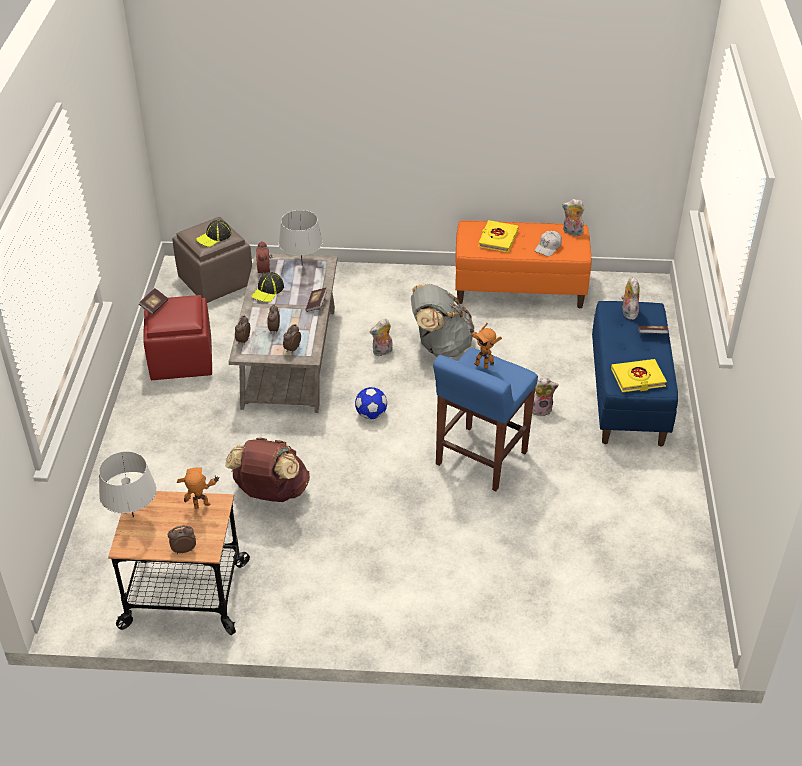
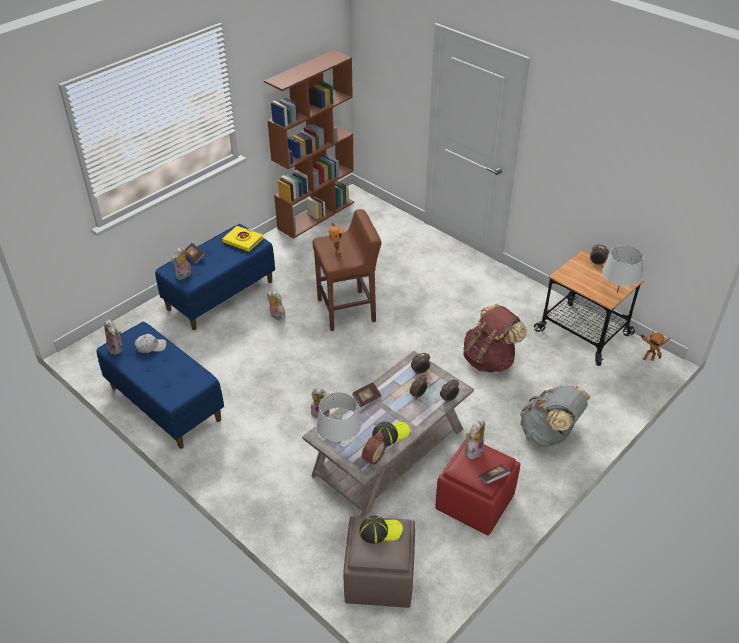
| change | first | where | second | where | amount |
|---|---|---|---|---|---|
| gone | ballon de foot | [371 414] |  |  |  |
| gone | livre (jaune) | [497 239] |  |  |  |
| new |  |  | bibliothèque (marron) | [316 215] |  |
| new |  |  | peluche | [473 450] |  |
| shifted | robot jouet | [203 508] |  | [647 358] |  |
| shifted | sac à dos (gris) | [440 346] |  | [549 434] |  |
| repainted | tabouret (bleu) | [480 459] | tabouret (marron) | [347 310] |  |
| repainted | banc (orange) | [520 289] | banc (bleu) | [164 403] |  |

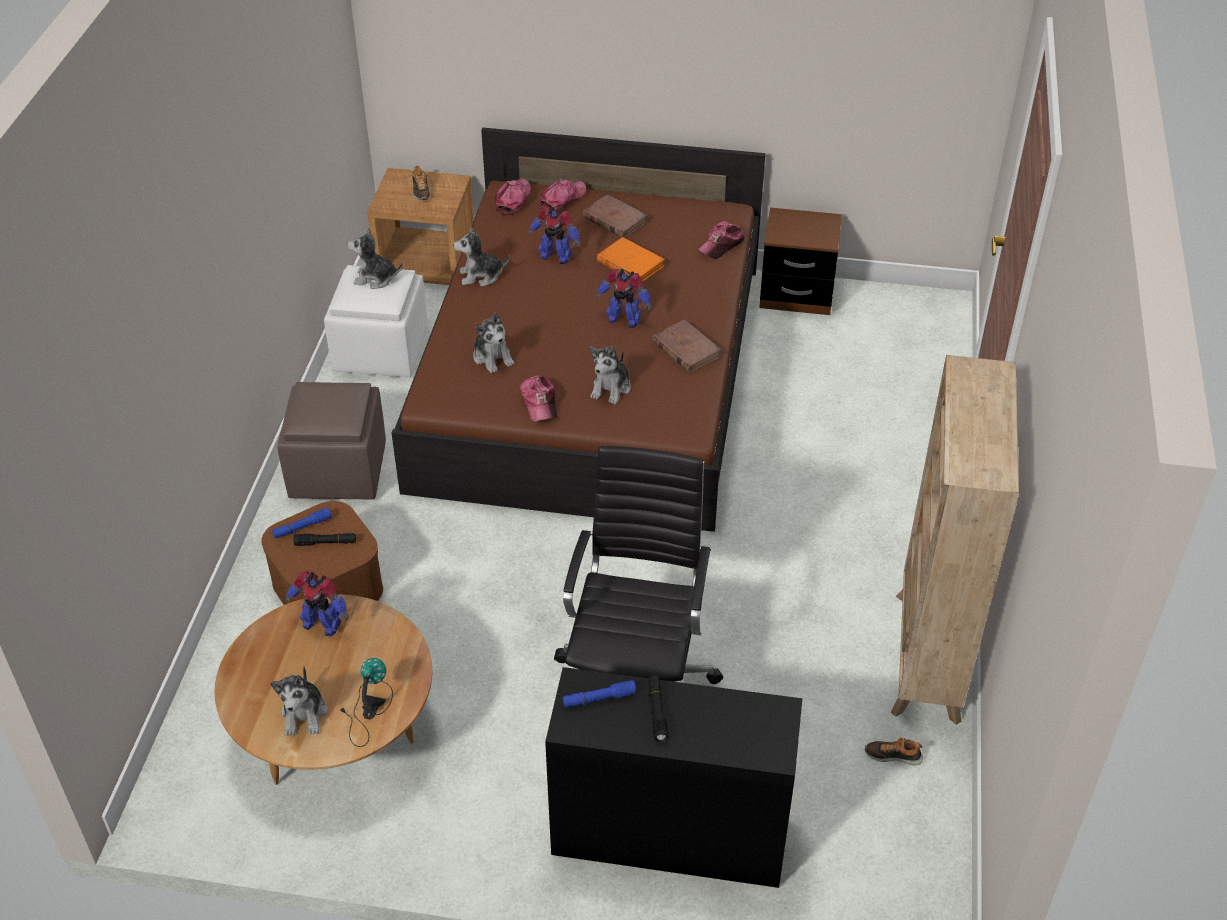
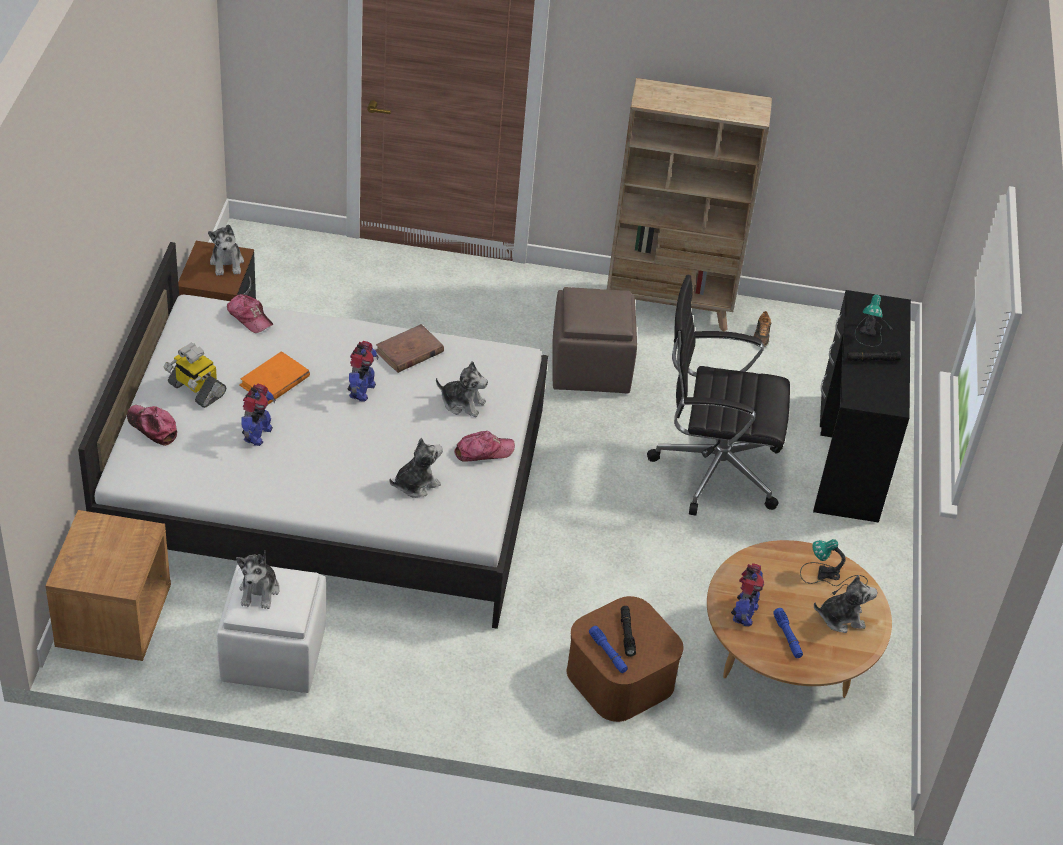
| change | first | where | second | where | amount |
|---|---|---|---|---|---|
| gone | chaussure | [420 191] |  |  |  |
| gone | casquette | [513 200] |  |  |  |
| new |  |  | lampe de table | [871 327] |  |
| shifted | pouf (marron) | [337 470] |  | [589 368] |  |
| shifted | peluche | [481 276] |  | [227 263] |  |
| shifted | lampe de poche (bleu) | [599 698] |  | [787 637] |  |
| swapped | livre (marron) | [614 219] | robot jouet | [196 389] |  |
| repainted | lit (marron) | [590 375] | lit (blanc) | [327 483] |  |

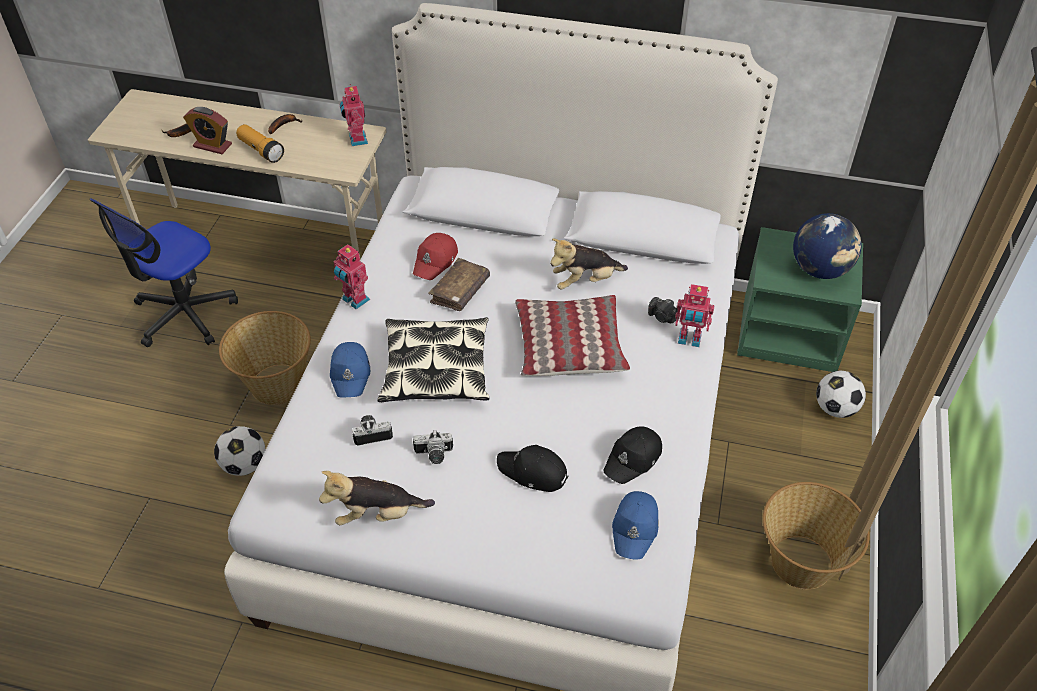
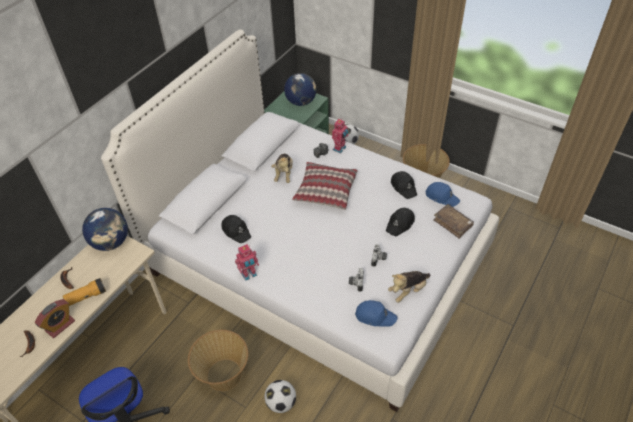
| change | first | where | second | where | amount |
|---|---|---|---|---|---|
| gone | coussin | [436 369] |  |  |  |
| shifted | casquette (bleu) | [351 373] |  | [375 316] |  |
| shifted | livre (marron) | [460 291] |  | [452 224] |  |
| swapped | robot jouet | [356 139] | globe | [111 242] |  |
| repainted | casquette (rouge) | [436 261] | casquette (noir) | [236 231] |  |
| rotated | peluche | [377 514] |  | [408 290] | 45 degrees clockwise |

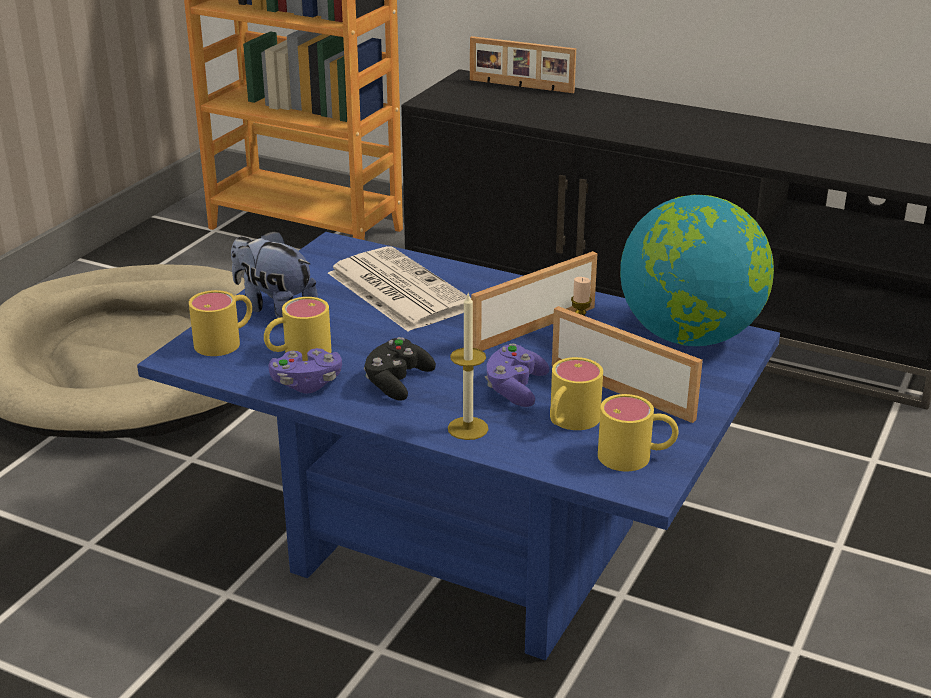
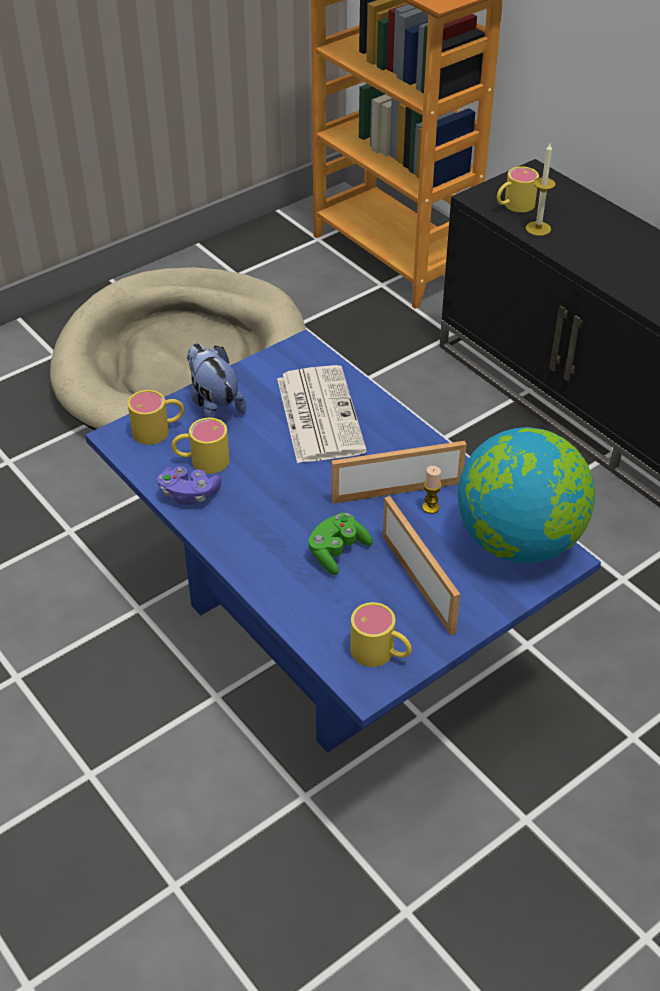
| change | first | where | second | where | amount |
|---|---|---|---|---|---|
| gone | manette (noir) | [397 382] |  |  |  |
| gone | cadre photo | [520 86] |  |  |  |
| shifted | bougie | [468 428] |  | [538 228] |  |
| shifted | mug (jaune) | [569 422] |  | [513 206] |  |
| repainted | manette (violet) | [515 389] | manette (vert) | [337 552] |  |

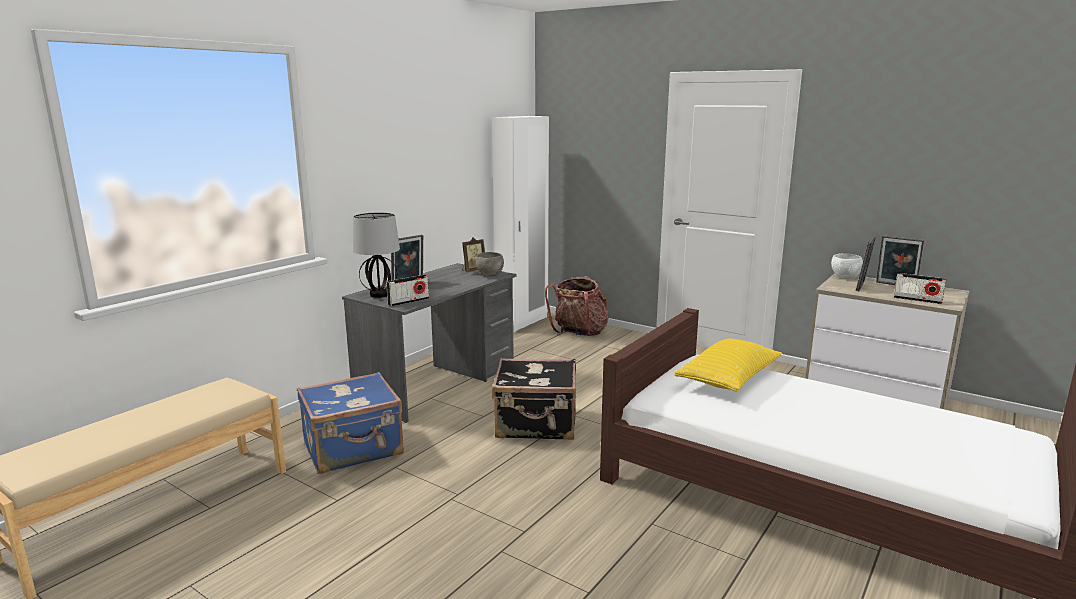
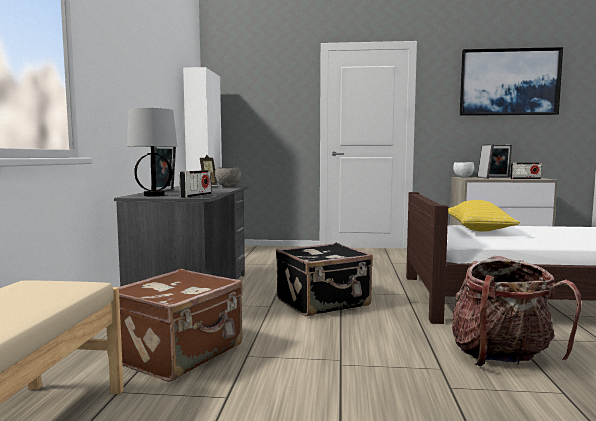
| change | first | where | second | where | amount |
|---|---|---|---|---|---|
| new |  |  | tableau | [509 82] |  |
| shifted | sac à dos | [579 333] |  | [502 358] |  |
| repainted | valise (bleu) | [354 449] | valise (marron) | [179 353] |  |

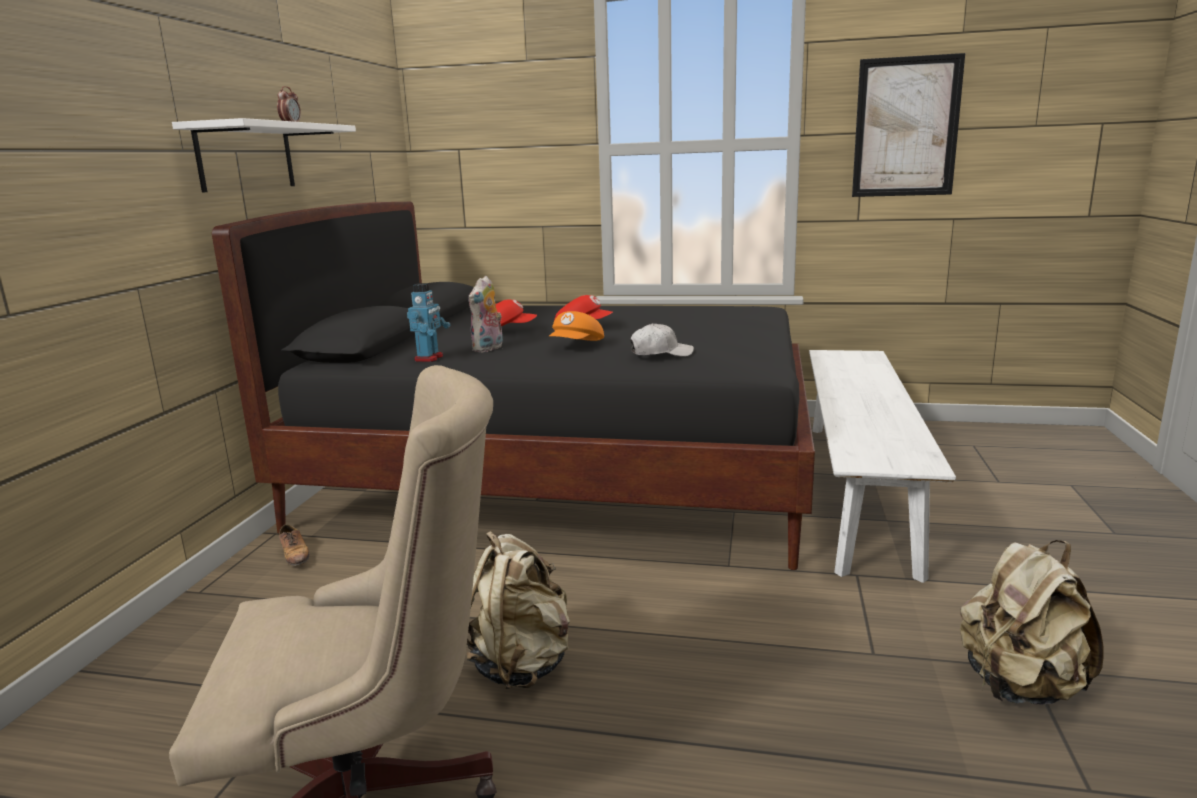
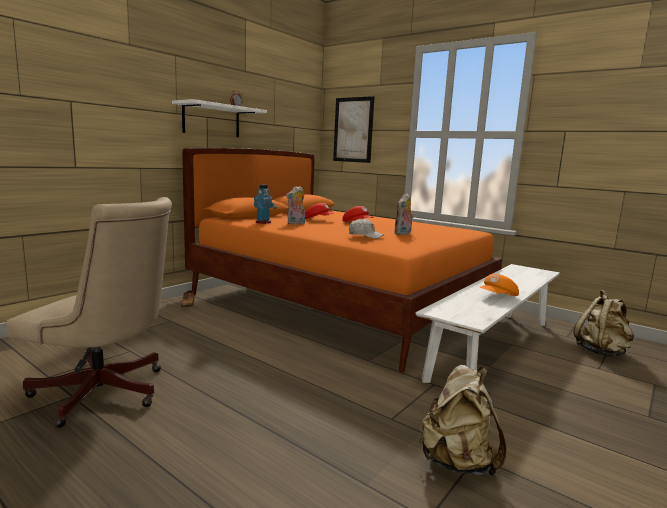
| change | first | where | second | where | amount |
|---|---|---|---|---|---|
| new |  |  | peluche | [403 234] |  |
| shifted | sac à dos (beige) | [522 664] |  | [601 352] |  |
| shifted | casquette (orange) | [577 346] |  | [498 297] |  |
| shifted | tableau | [906 127] |  | [353 130] |  |
| repainted | lit (noir) | [566 474] | lit (orange) | [339 303] |  |

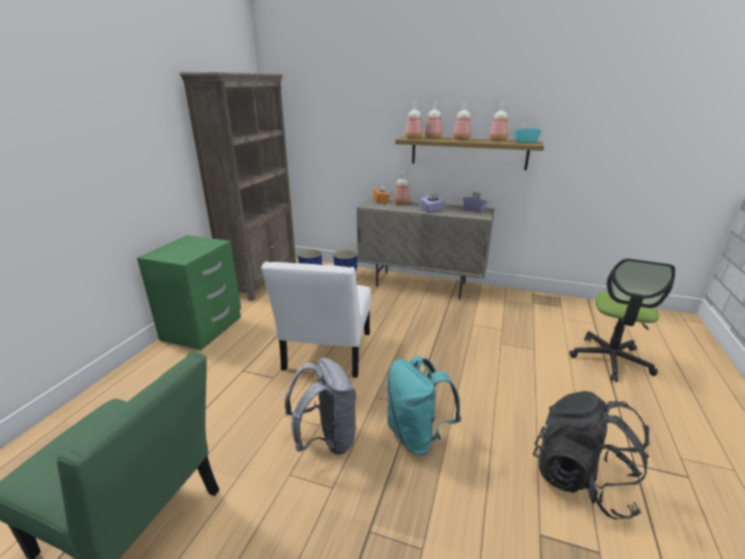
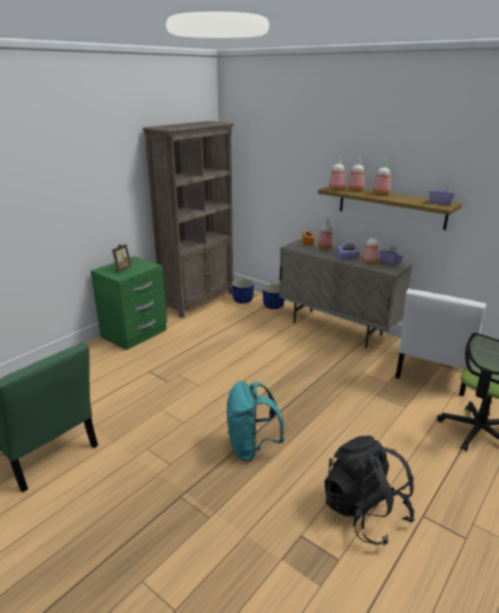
| change | first | where | second | where | amount |
|---|---|---|---|---|---|
| gone | sac à dos (gris) | [326 439] |  |  |  |
| new |  |  | cadre photo | [121 269] |  |
| shifted | chaise (blanc) | [326 354] |  | [432 373] |  |
| shifted | bouteille | [498 140] |  | [370 263] |  |
| repainted | boîte à mouchoirs (turquoise) | [525 141] | boîte à mouchoirs (violet) | [440 203] |  |

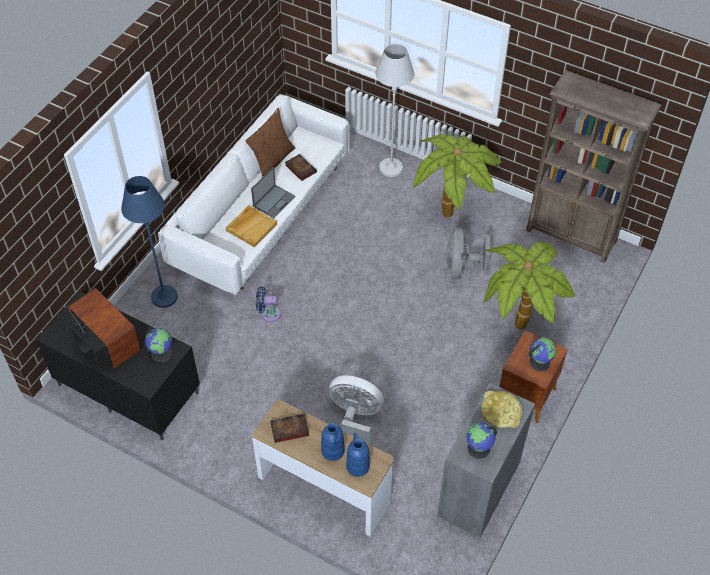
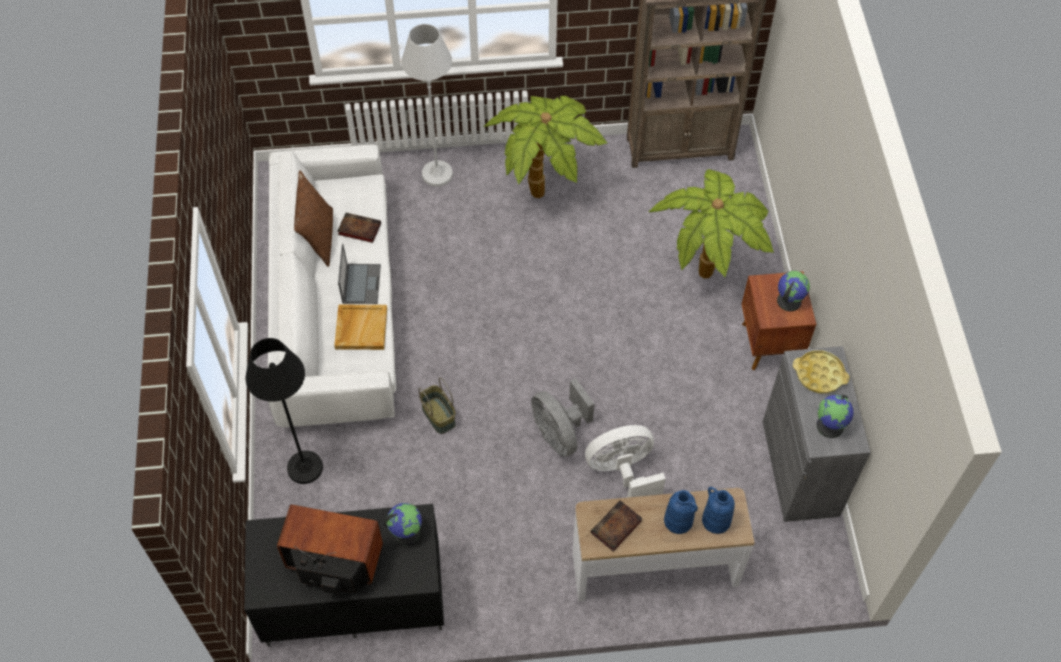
| change | first | where | second | where | amount |
|---|---|---|---|---|---|
| shifted | ventilateur (gris) | [461 268] |  | [559 434] |  |
| swapped | ventilateur (bleu) | [268 313] | panier | [439 415] |  |
| repainted | lampadaire (bleu) | [164 297] | lampadaire (noir) | [305 467] |  |

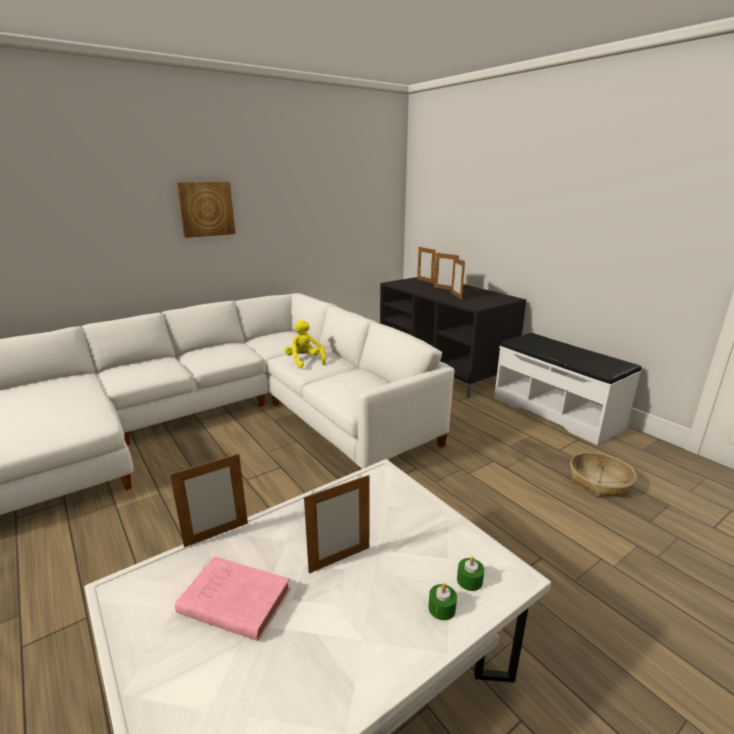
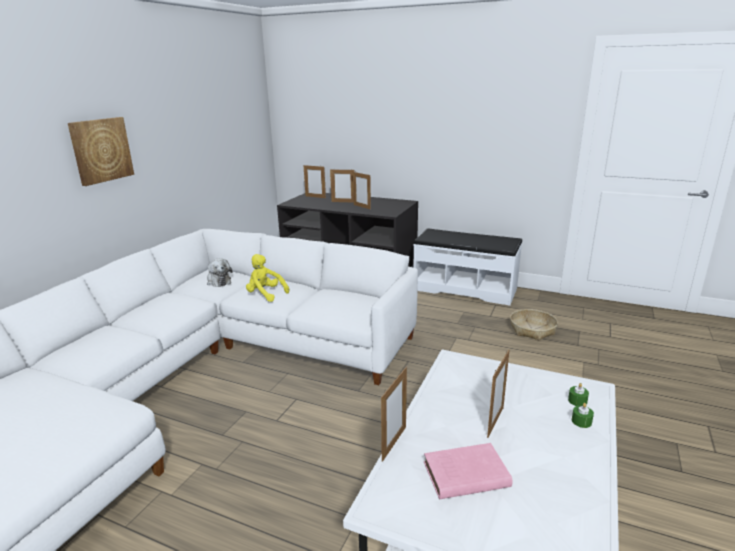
| change | first | where | second | where | amount |
|---|---|---|---|---|---|
| new |  |  | peluche | [218 281] |  |

